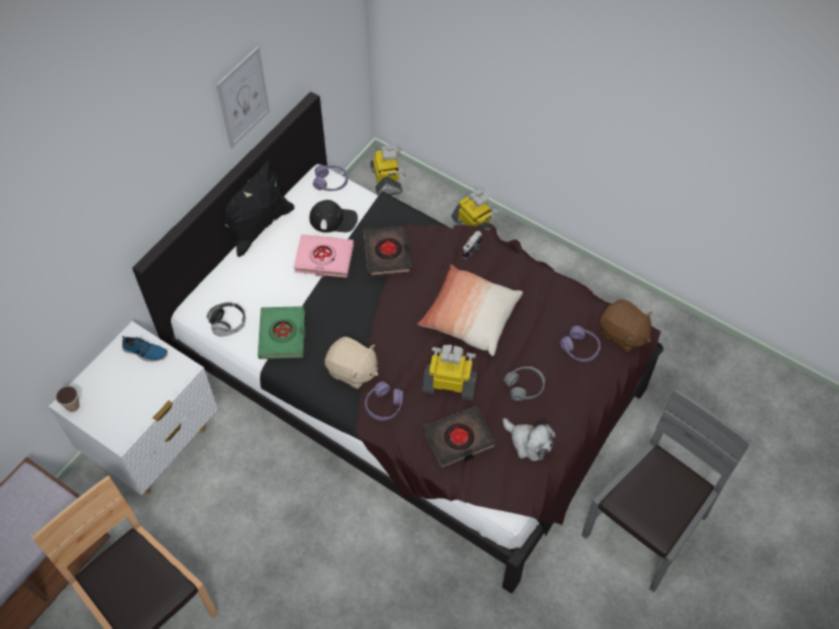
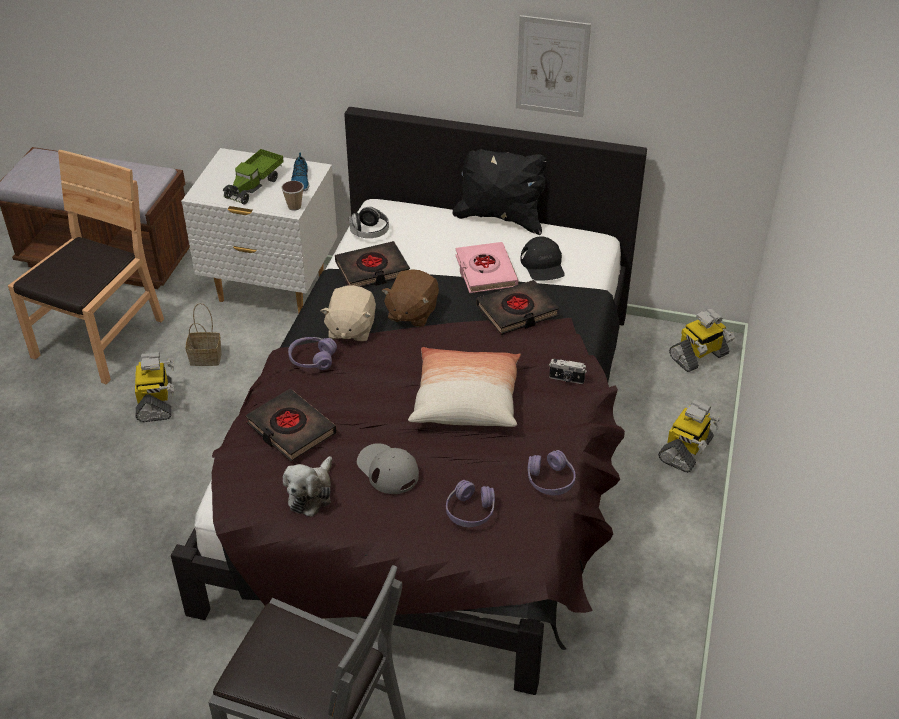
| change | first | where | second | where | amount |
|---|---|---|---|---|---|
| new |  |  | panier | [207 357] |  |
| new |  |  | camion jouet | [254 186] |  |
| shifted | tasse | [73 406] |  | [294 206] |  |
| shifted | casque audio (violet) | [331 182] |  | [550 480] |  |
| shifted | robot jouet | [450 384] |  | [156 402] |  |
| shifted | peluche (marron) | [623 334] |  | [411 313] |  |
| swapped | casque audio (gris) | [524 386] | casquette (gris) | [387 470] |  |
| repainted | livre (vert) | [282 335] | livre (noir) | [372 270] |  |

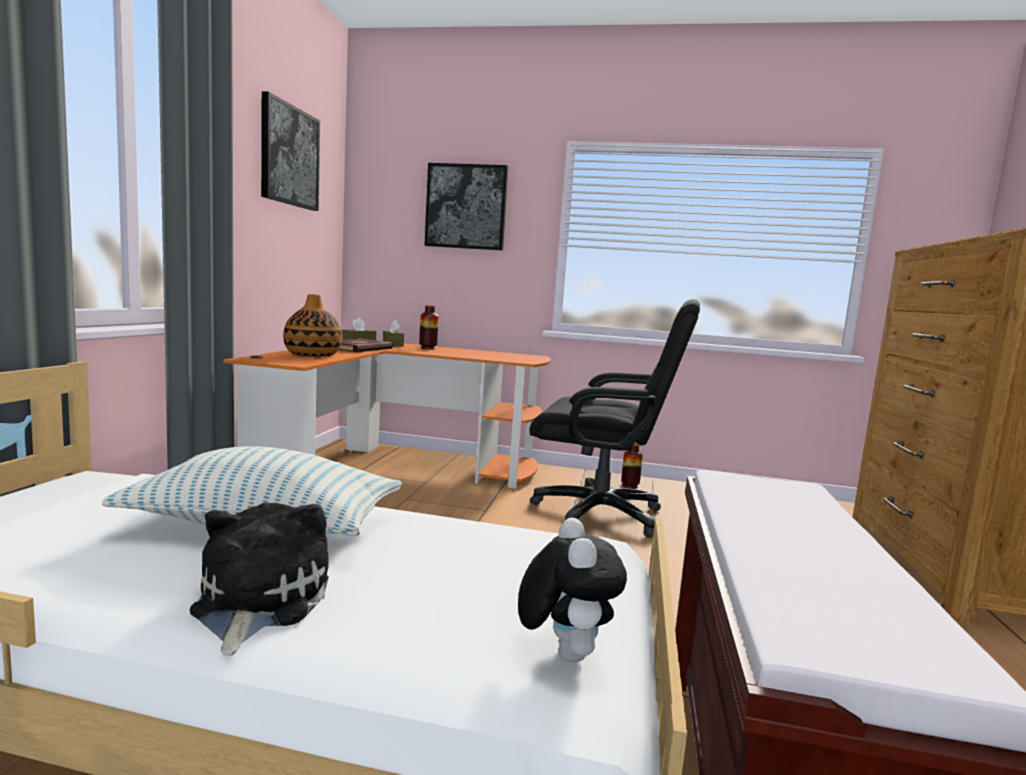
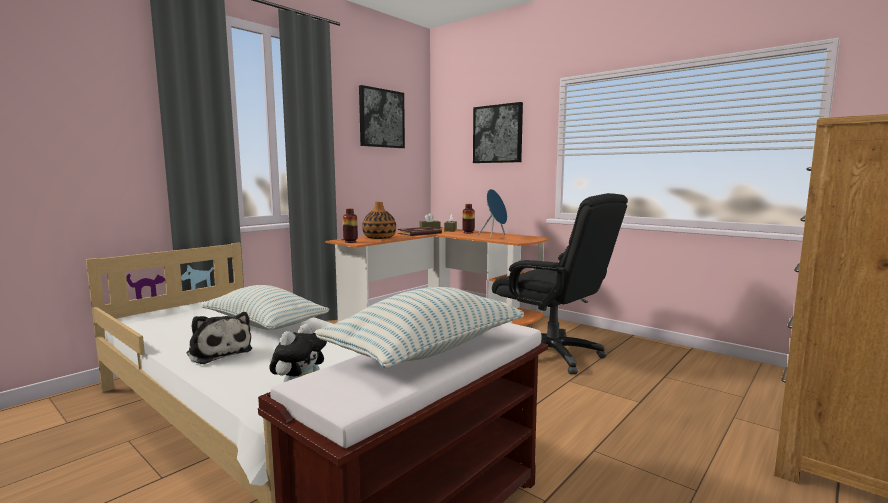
| change | first | where | second | where | amount |
|---|---|---|---|---|---|
| new |  |  | coussin | [426 351] |  |
| new |  |  | enceinte (bleu) | [494 236] |  |
| shifted | vase | [629 486] |  | [350 242] |  |
| rotated | peluche | [257 602] |  | [219 352] | 105 degrees clockwise |

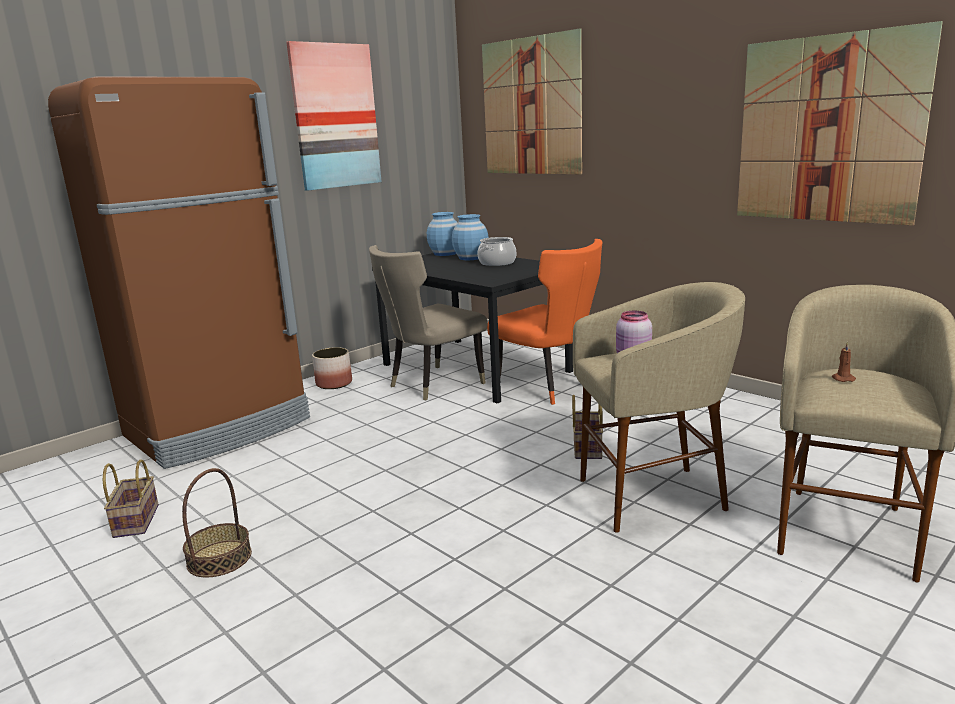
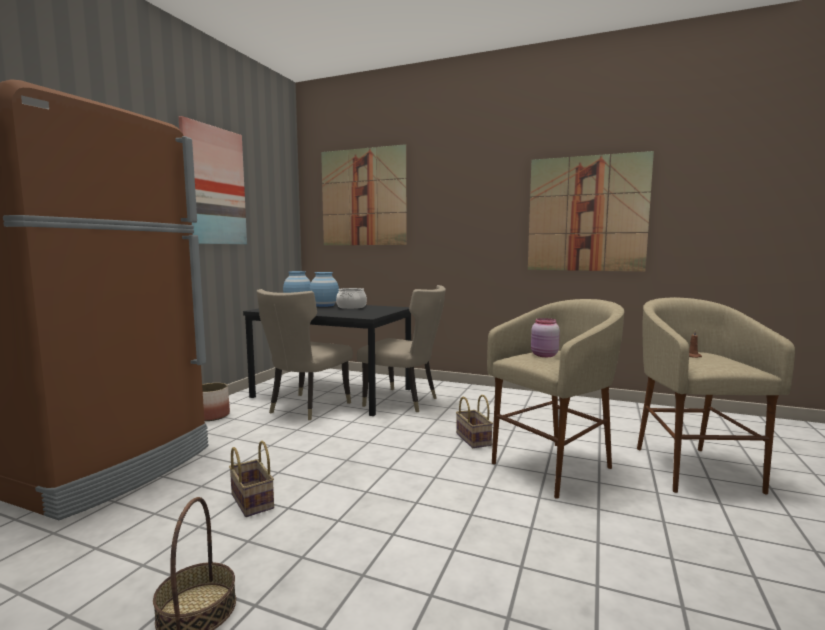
| change | first | where | second | where | amount |
|---|---|---|---|---|---|
| shifted | panier | [135 520] |  | [250 501] |  |
| repainted | chaise (orange) | [549 388] | chaise (beige) | [404 401] |  |

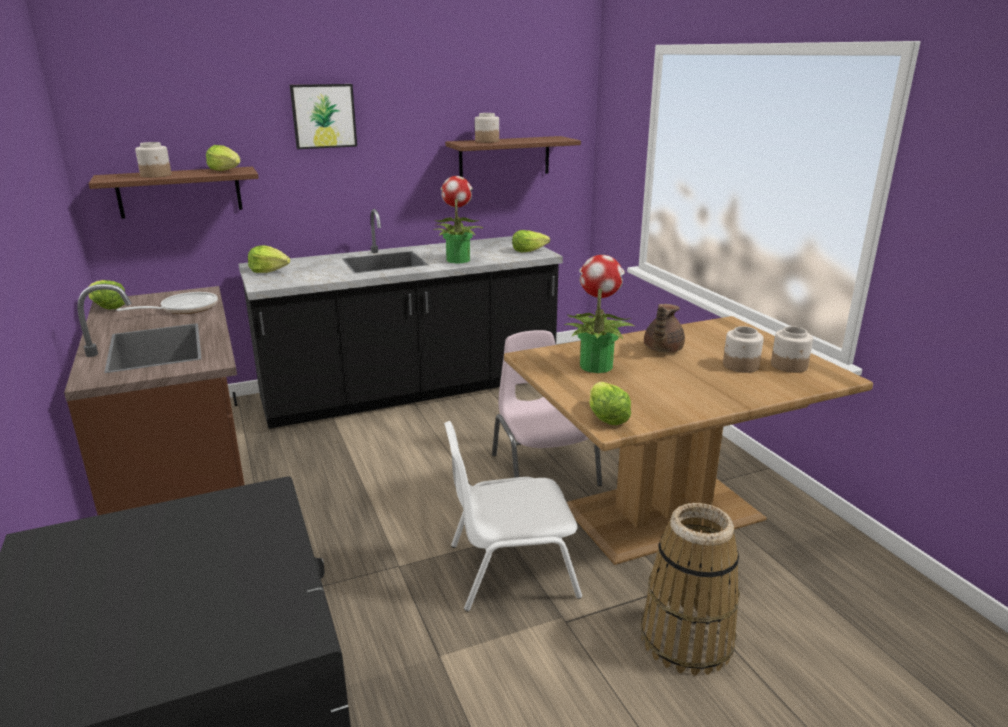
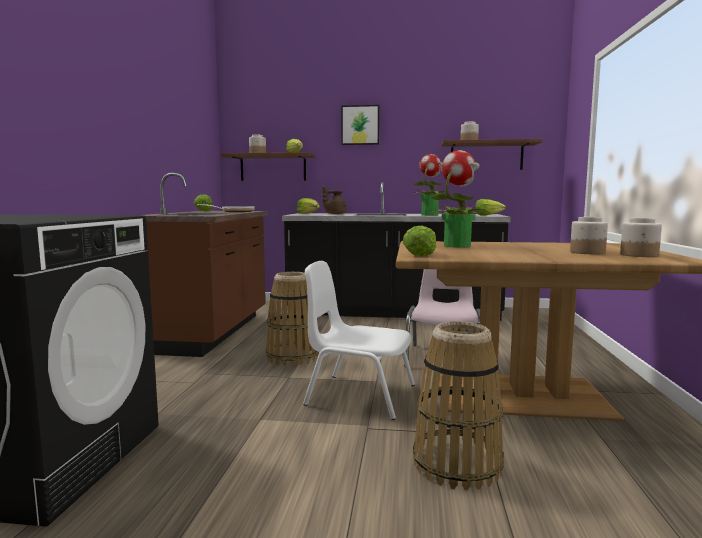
| change | first | where | second | where | amount |
|---|---|---|---|---|---|
| new |  |  | panier | [293 357] |  |
| shifted | théière (marron) | [662 349] |  | [334 214] |  |

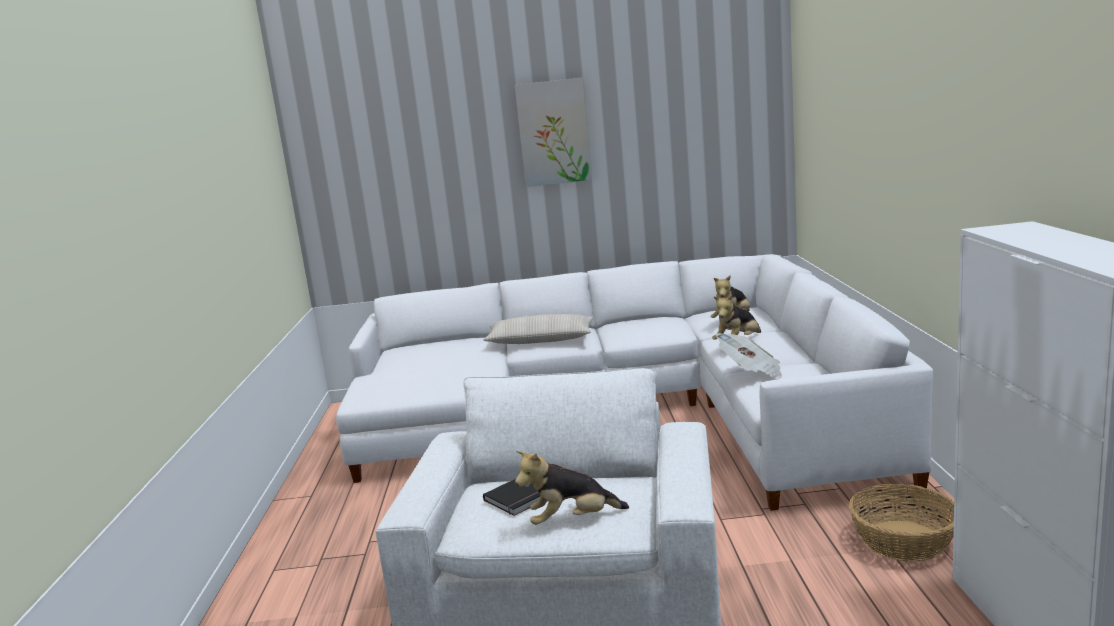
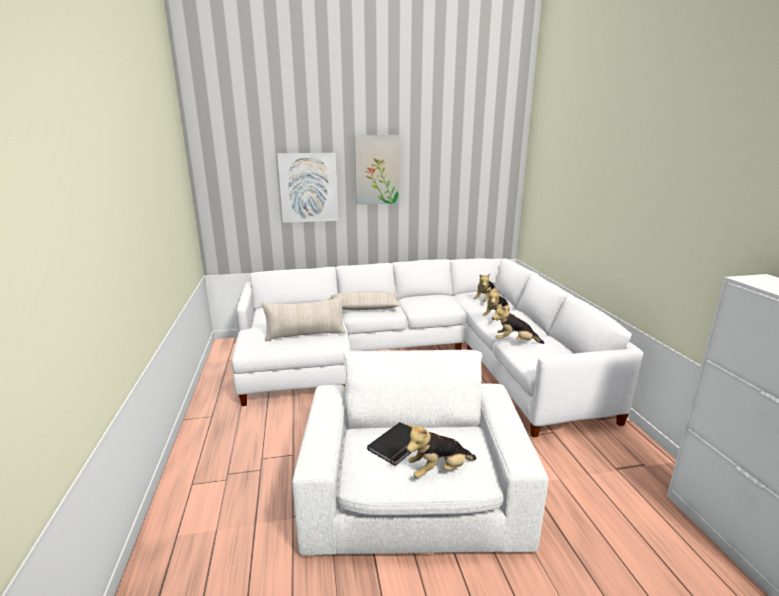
| change | first | where | second | where | amount |
|---|---|---|---|---|---|
| gone | panier | [904 541] |  |  |  |
| new |  |  | coussin (beige) | [306 335] |  |
| new |  |  | tableau | [308 187] |  |
| swapped | journal | [751 372] | peluche | [515 342] |  |

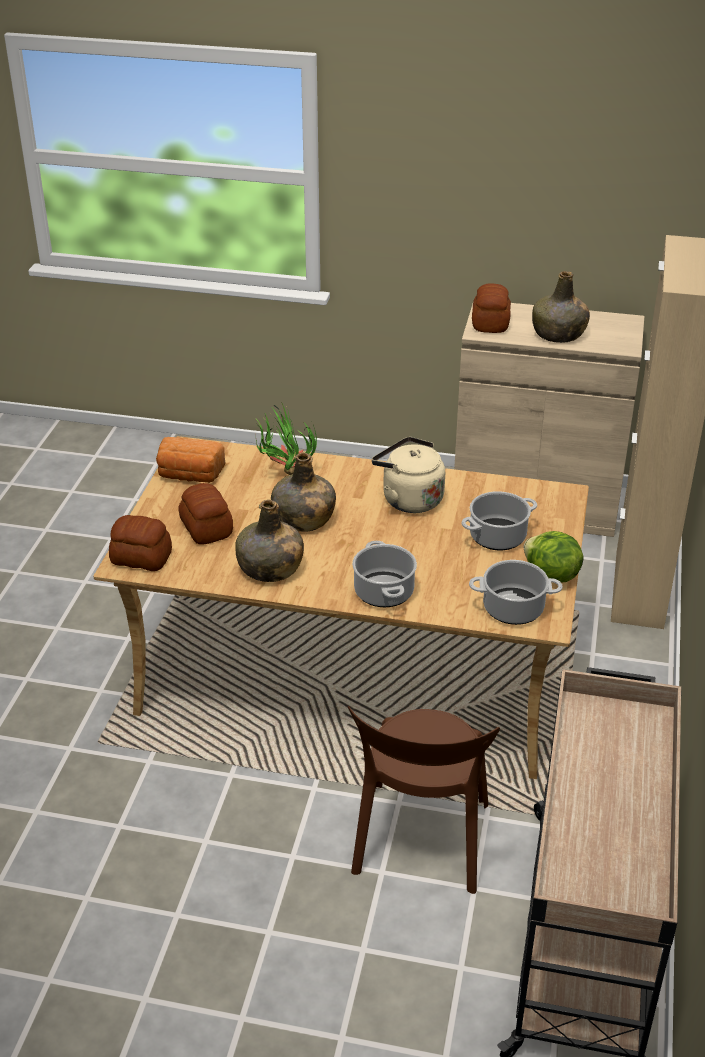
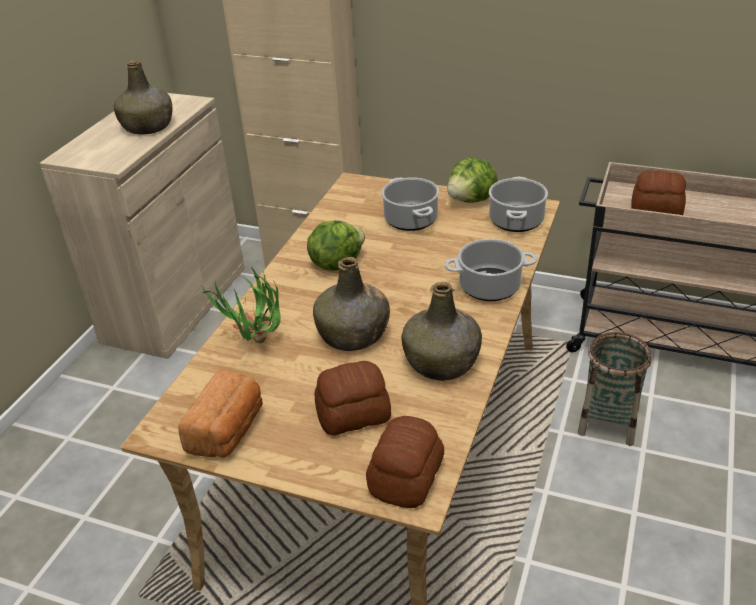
| change | first | where | second | where | amount |
|---|---|---|---|---|---|
| shifted | pain | [491 322] |  | [655 209] |  |
| swapped | chaise (marron) | [420 844] | panier | [608 422] |  |
| swapped | bouilloire (beige) | [409 499] | laitue | [336 263] |  |

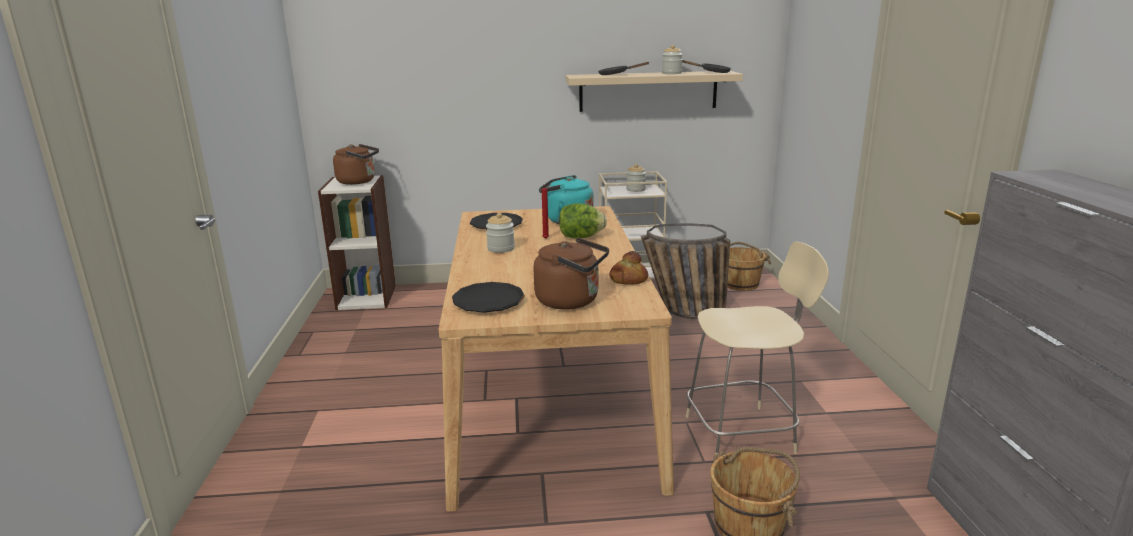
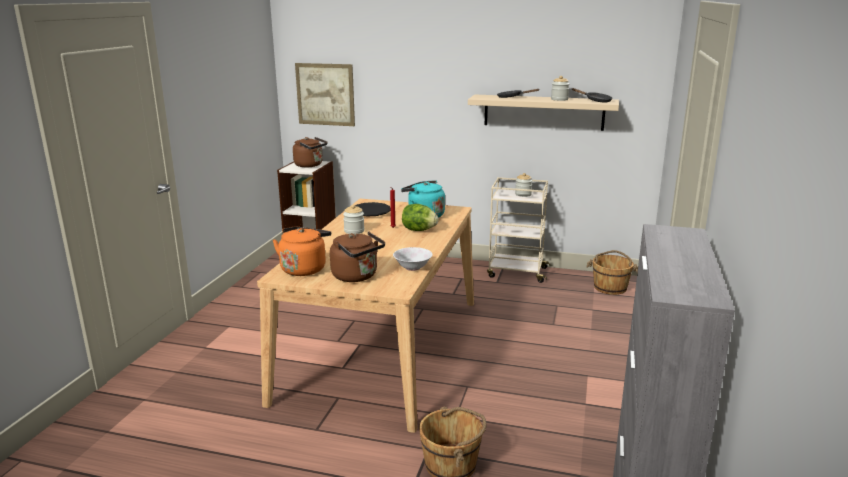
| change | first | where | second | where | amount |
|---|---|---|---|---|---|
| gone | panier | [681 311] |  |  |  |
| gone | chaise (beige) | [743 433] |  |  |  |
| new |  |  | tableau | [325 94] |  |
| swapped | assiette (noir) | [488 302] | bouilloire (orange) | [304 268] |  |
| swapped | pain | [628 280] | bol (blanc) | [413 267] |  |

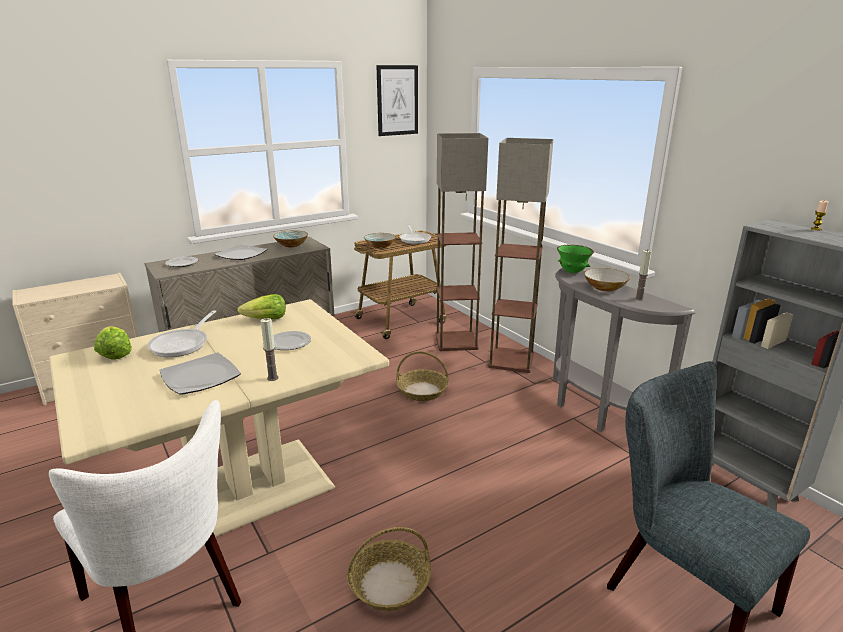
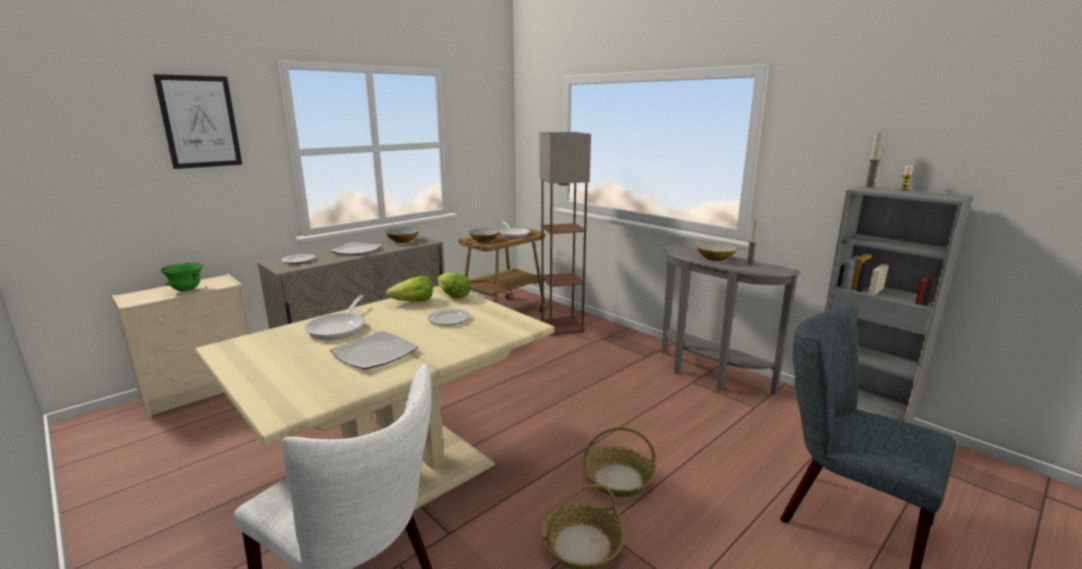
| change | first | where | second | where | amount |
|---|---|---|---|---|---|
| gone | lampadaire | [510 360] |  |  |  |
| shifted | laitue | [114 354] |  | [452 295] |  |
| shifted | bougie | [272 378] |  | [869 187] |  |
| shifted | tableau | [397 100] |  | [200 122] |  |
| shifted | panier | [422 391] |  | [618 479] |  |
| shifted | bol (vert) | [572 272] |  | [186 291] |  |

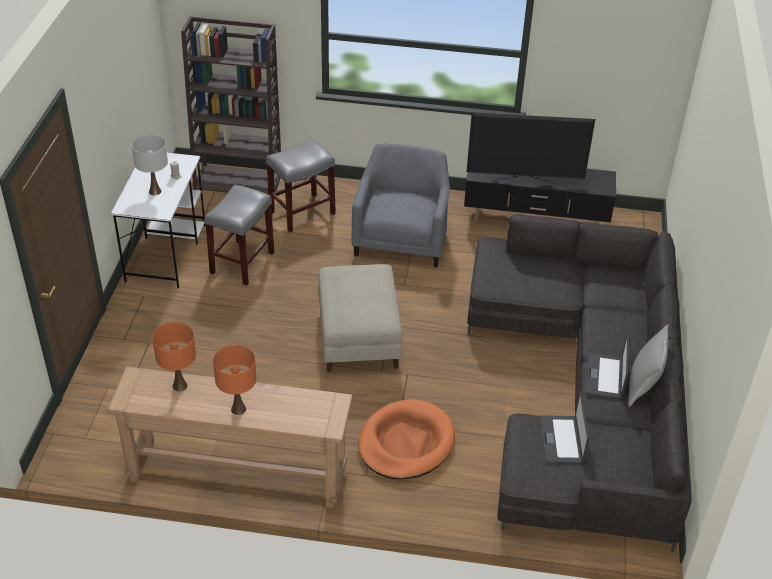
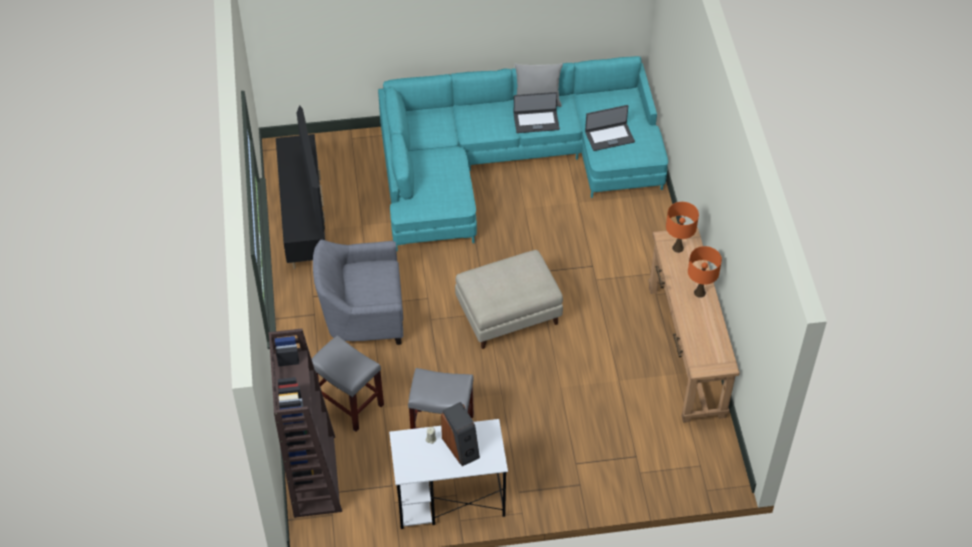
| change | first | where | second | where | amount |
|---|---|---|---|---|---|
| gone | panier pour chien (orange) | [406 443] |  |  |  |
| shifted | lampe de table (orange) | [179 386] |  | [678 248] |  |
| swapped | lampe de table (blanc) | [155 191] | enceinte | [461 447] |  |
| repainted | canapé (gris) | [585 391] | canapé (turquoise) | [510 162] |  |

